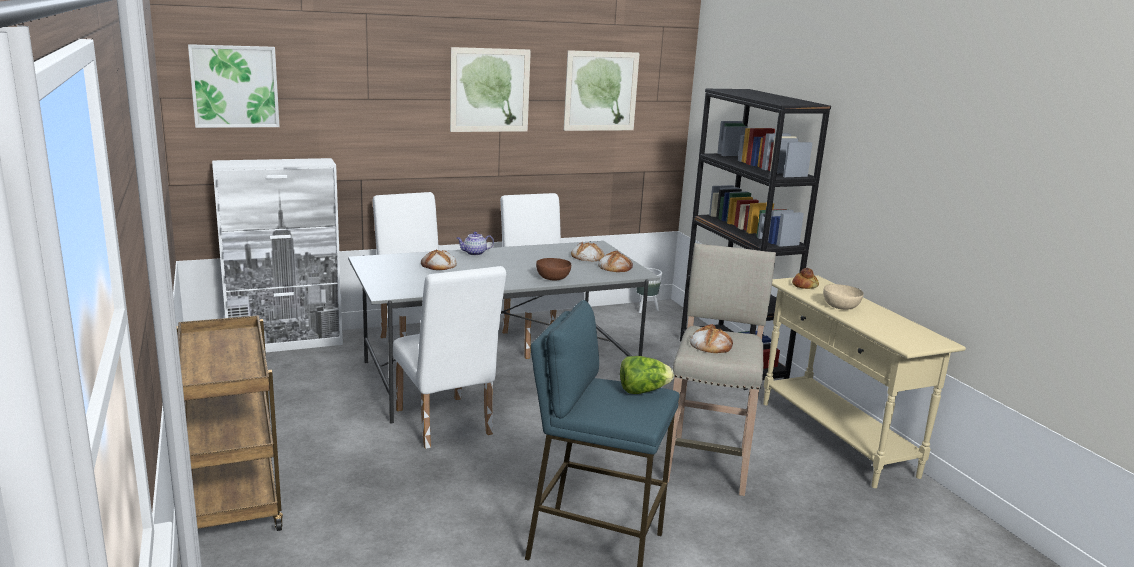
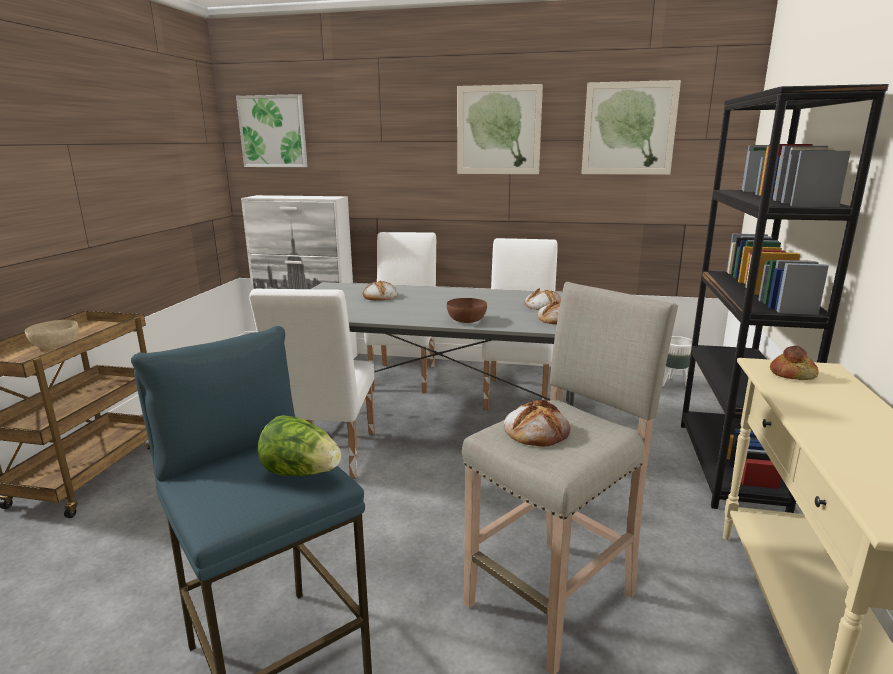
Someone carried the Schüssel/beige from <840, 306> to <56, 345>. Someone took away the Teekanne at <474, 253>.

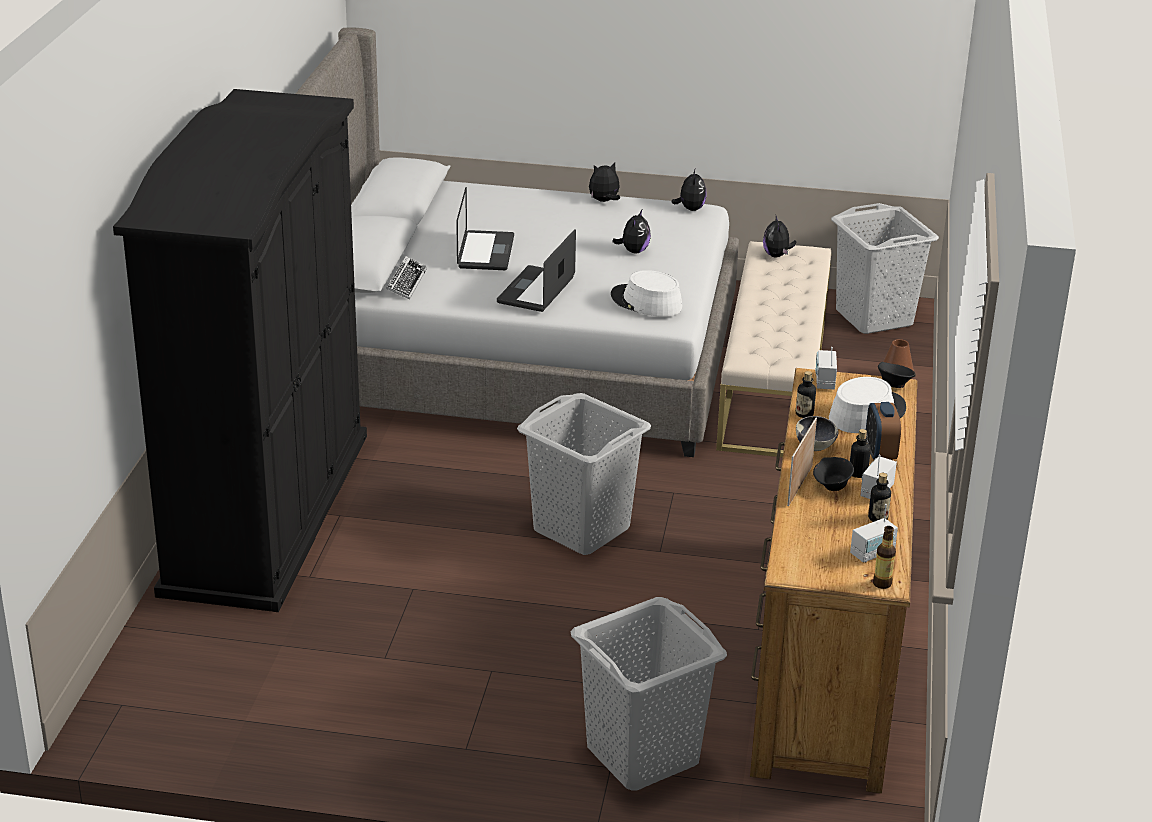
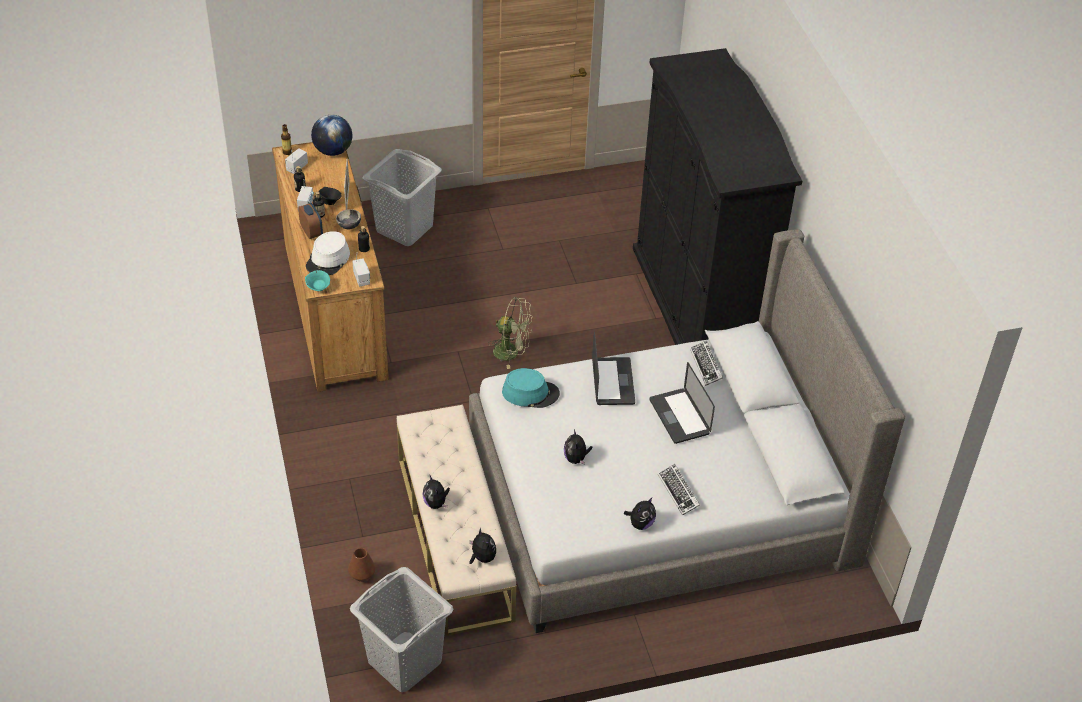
Someone repainted the Schüssel/schwarz at <894, 385>, which became the Schüssel/türkis at <319, 288>. Someone put down the Globus at <333, 151>. Someone carried the Plüschtier from <690, 209> to <436, 503>. Someone swapped the Wäschekorb/grau at <581, 529> for the Ventilator/grün at <512, 352>. Someone repainted the Hut/weiß at <646, 302>, which became the Hut/türkis at <530, 393>. Someone put down the Tastatur at <678, 492>.

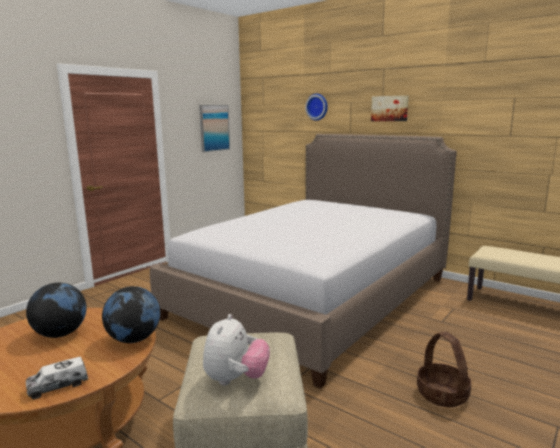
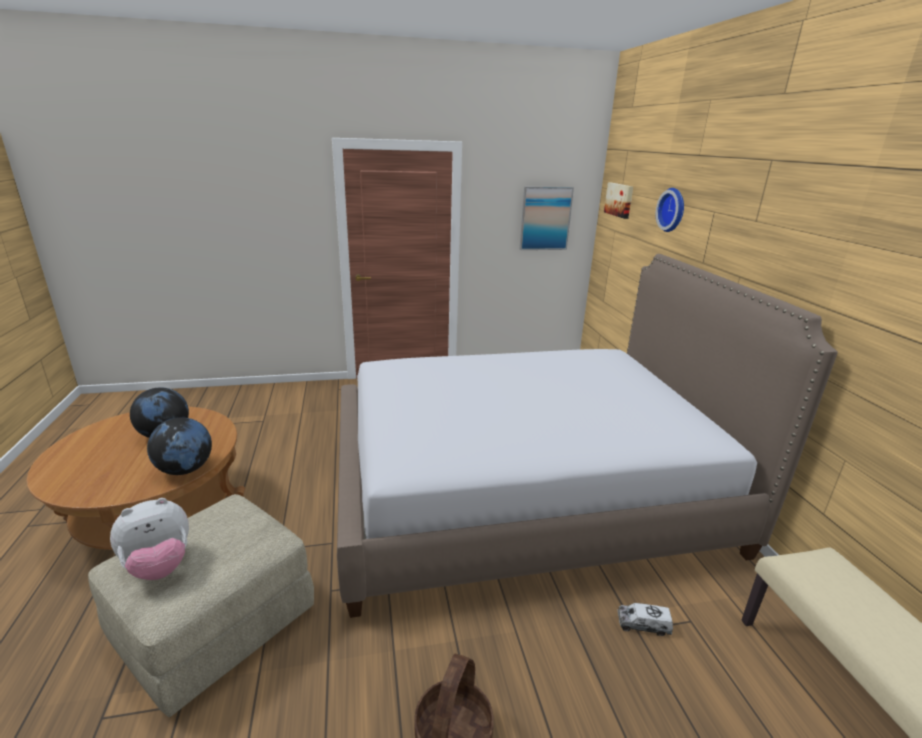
Someone carried the Bild from <389, 108> to <619, 200>. Someone carried the Spielzeuglaster from <58, 386> to <643, 625>.

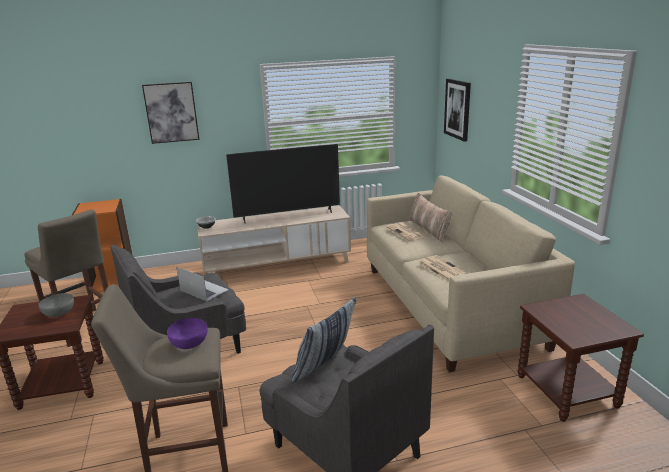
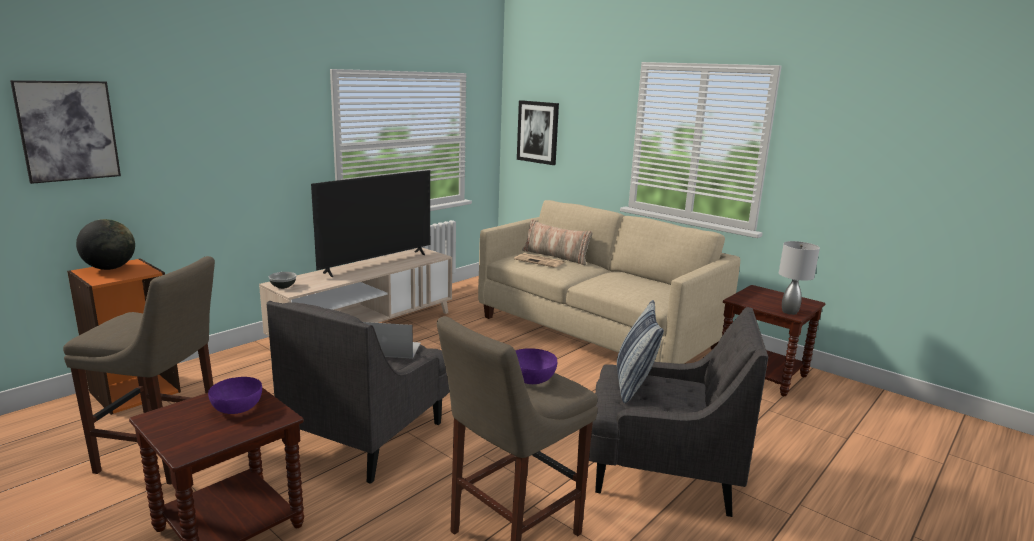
Someone carried the Bild from <171, 112> to <68, 131>. Someone put down the Globus at <110, 268>. Someone repainted the Schüssel/grau at <59, 313>, which became the Schüssel/lila at <237, 408>. Someone put down the Tischlampe/grau at <789, 312>. Someone took away the Zeitung at <441, 268>.

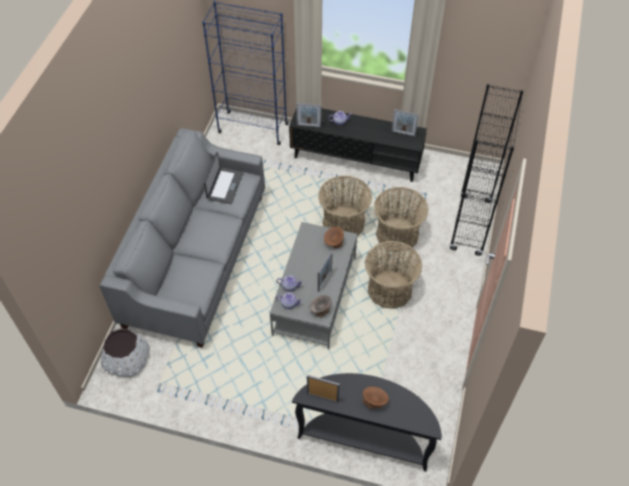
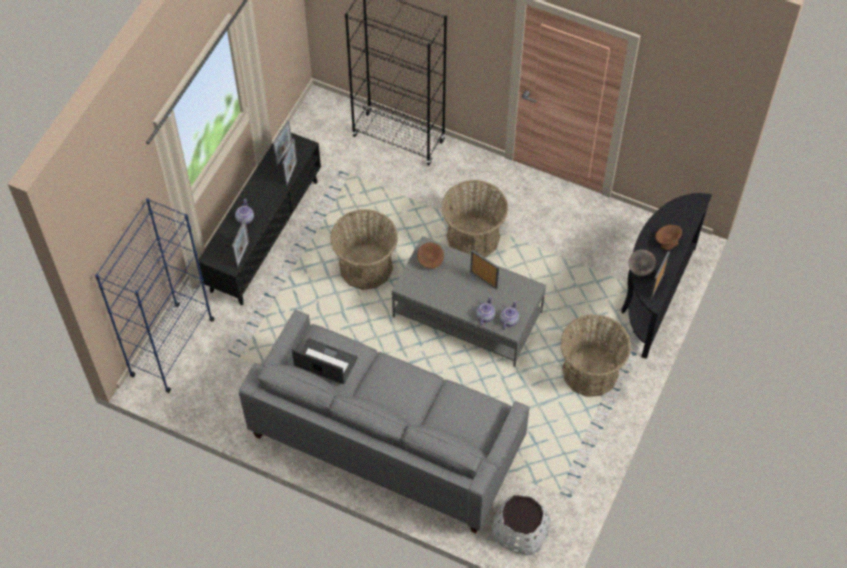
Someone put down the Bilderrahmen at <291, 173>. Someone carried the Korb from <397, 234> to <590, 372>. Someone carried the Schüssel/grau from <320, 310> to <641, 269>.

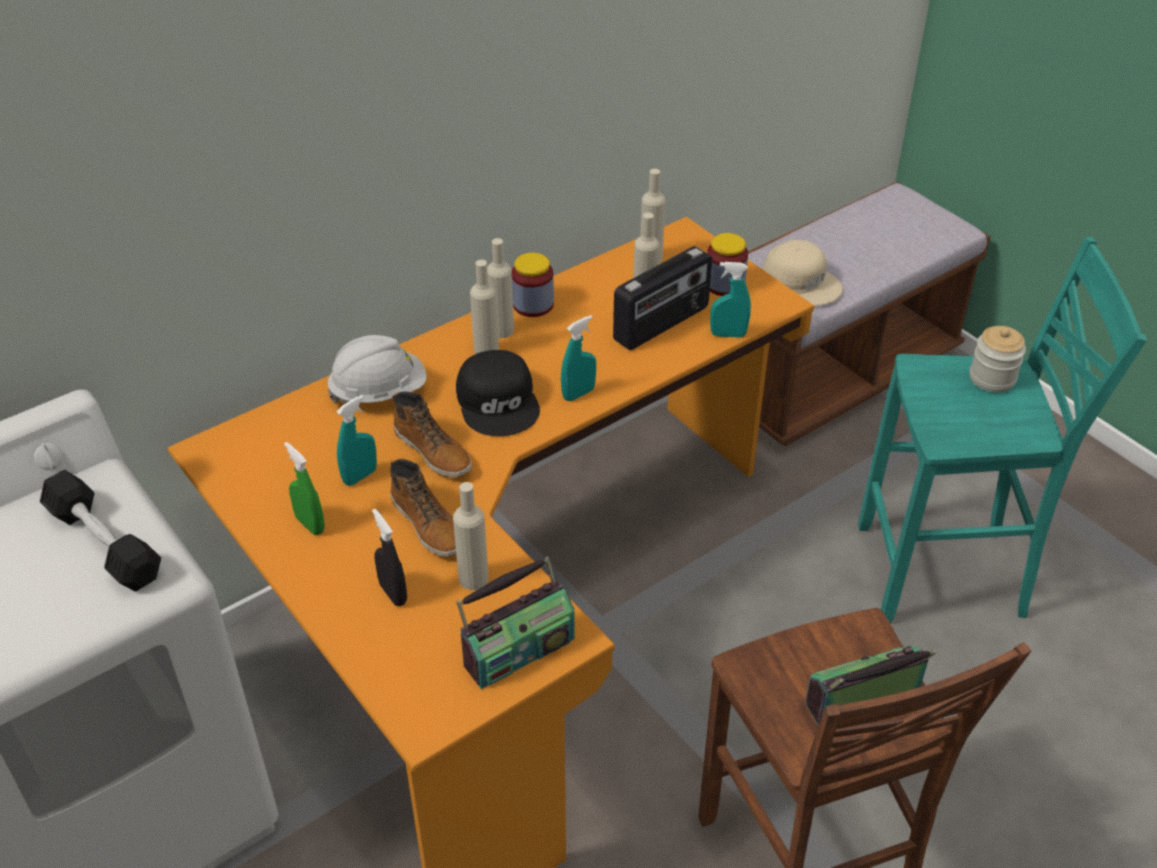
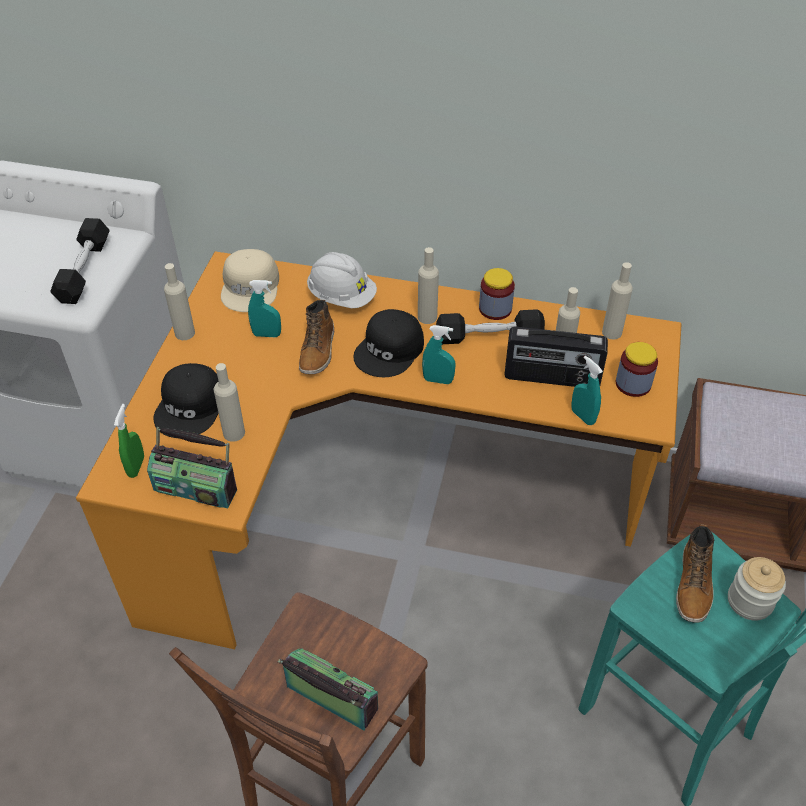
Someone carried the Sprühflasche/grün from <310, 524> to <136, 466>. Someone swapped the Sprühflasche/schwarz at <393, 593> for the Kappe/schwarz at <191, 407>. Someone carried the Flasche/beige from <501, 330> to <185, 333>. Someone carried the Kappe/beige from <801, 282> to <251, 287>. Someone put down the Hantel/schwarz at <489, 336>. Someone carried the Stiefel from <429, 524> to <694, 585>.

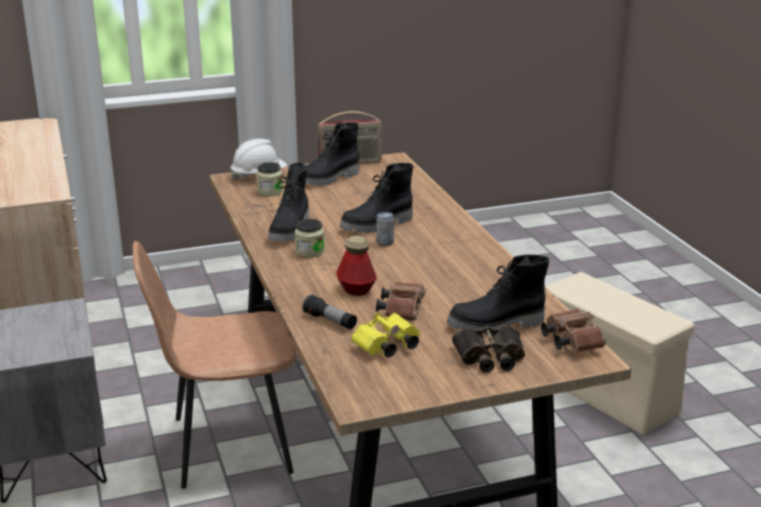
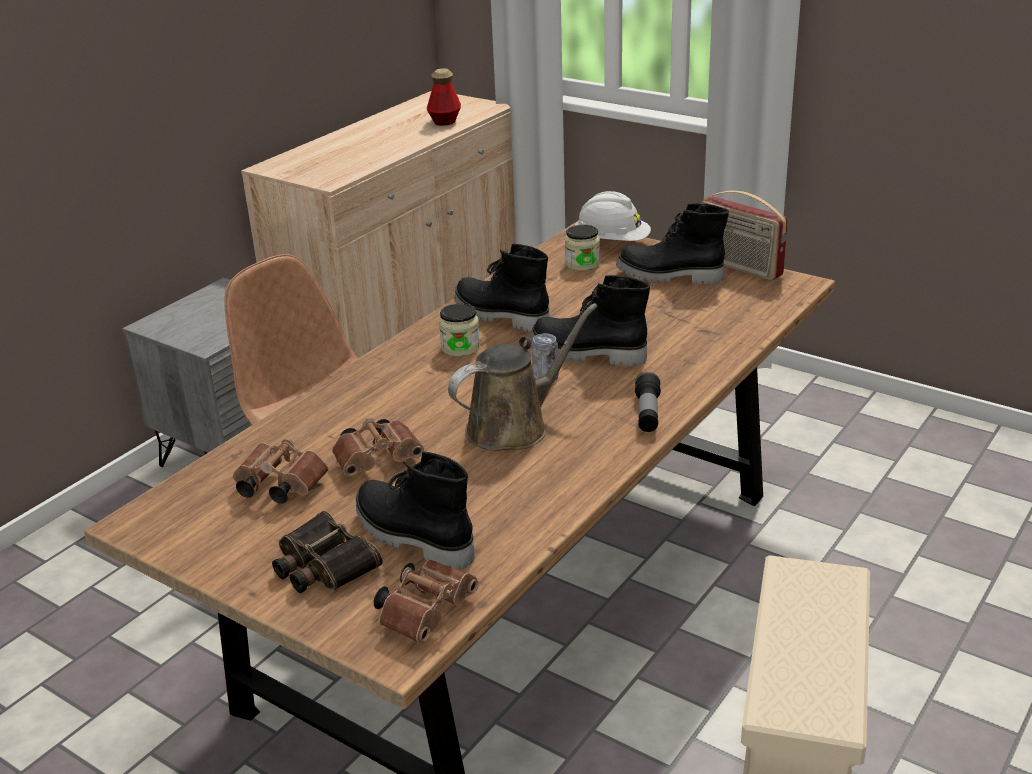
Someone repainted the Fernglas/gelb at <386, 347>, which became the Fernglas/braun at <277, 487>. Someone carried the Flasche from <356, 290> to <444, 121>. Someone put down the Gießkanne/braun at <514, 426>. Someone rotated the Stiefel/schwarz at <291, 230> by 60 degrees clockwise. Someone carried the Taschenlampe from <330, 321> to <647, 413>.

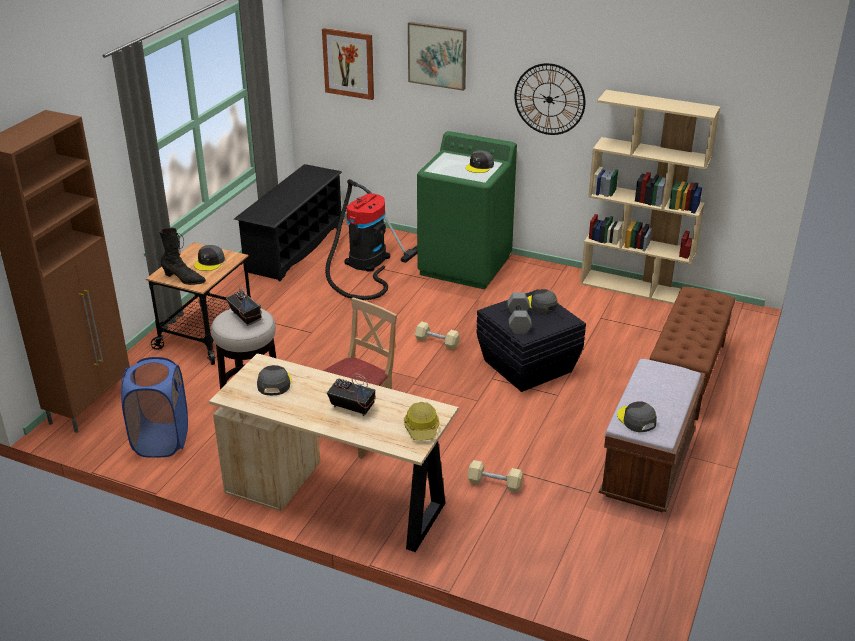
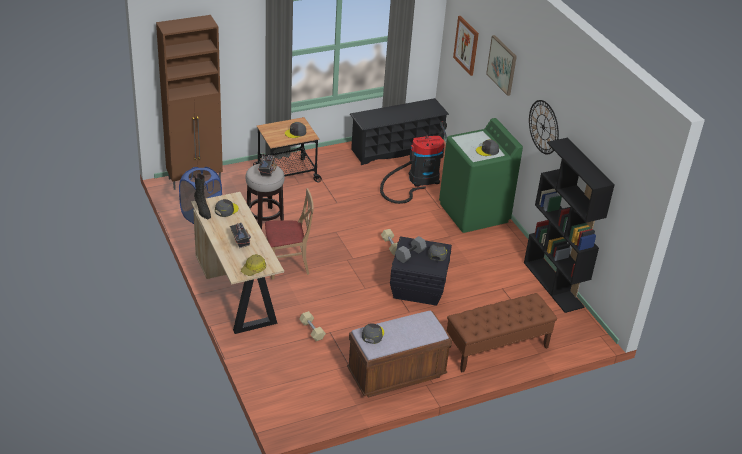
Someone carried the Stiefel/schwarz from <184, 279> to <202, 210>. Someone repainted the Bücherregal/beige at <635, 288>, which became the Bücherregal/schwarz at <554, 285>.

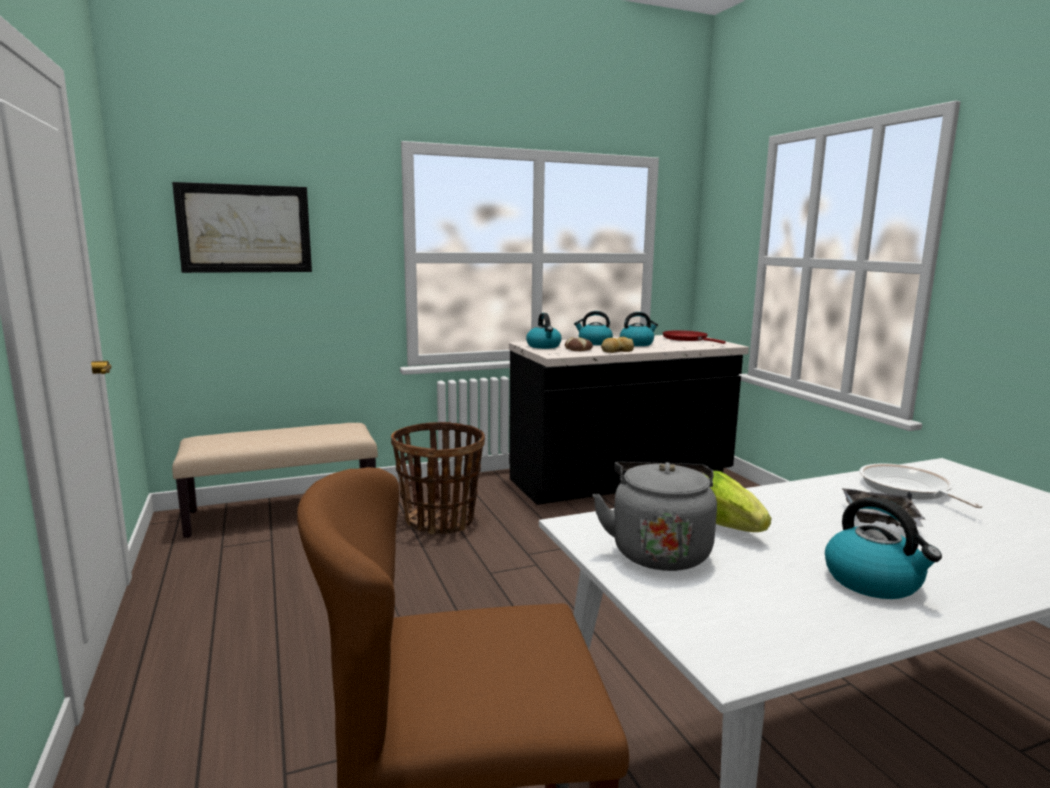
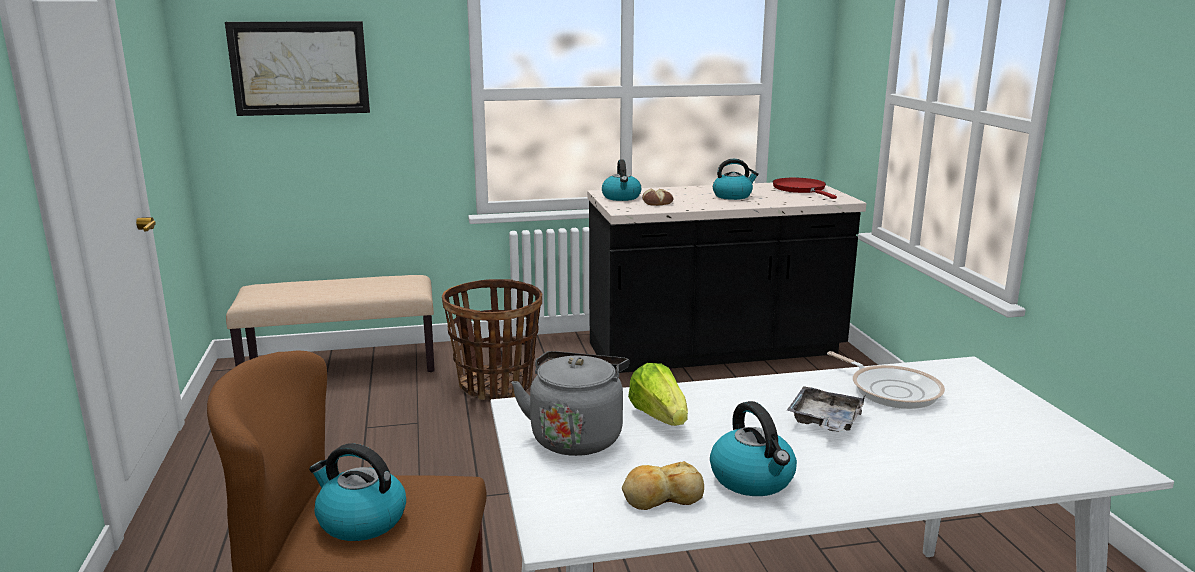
Someone carried the Wasserkessel from <594, 343> to <360, 521>. Someone carried the Brot from <616, 351> to <661, 497>. Someone rotated the Pfanne at <907, 489> by 150 degrees clockwise.

